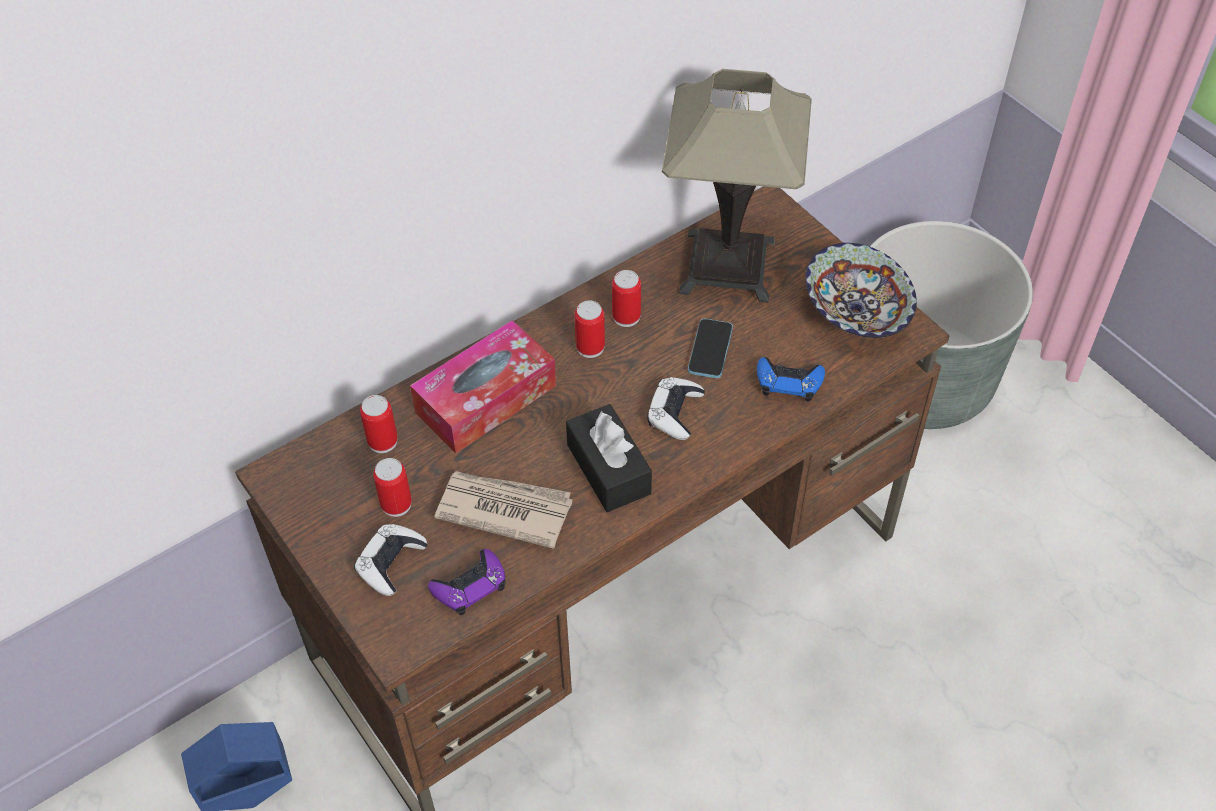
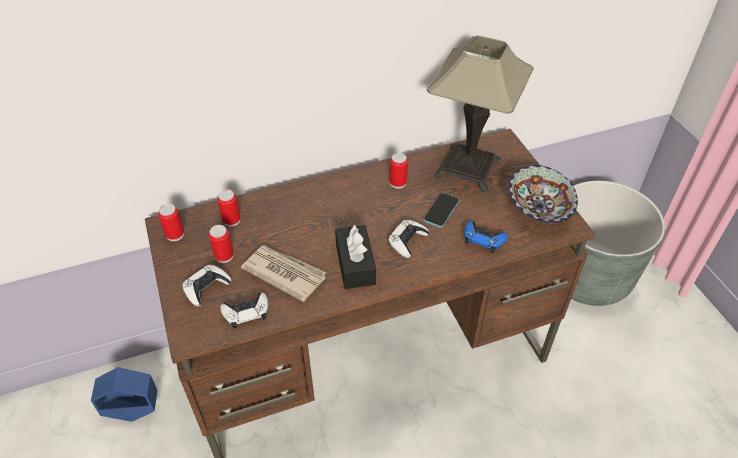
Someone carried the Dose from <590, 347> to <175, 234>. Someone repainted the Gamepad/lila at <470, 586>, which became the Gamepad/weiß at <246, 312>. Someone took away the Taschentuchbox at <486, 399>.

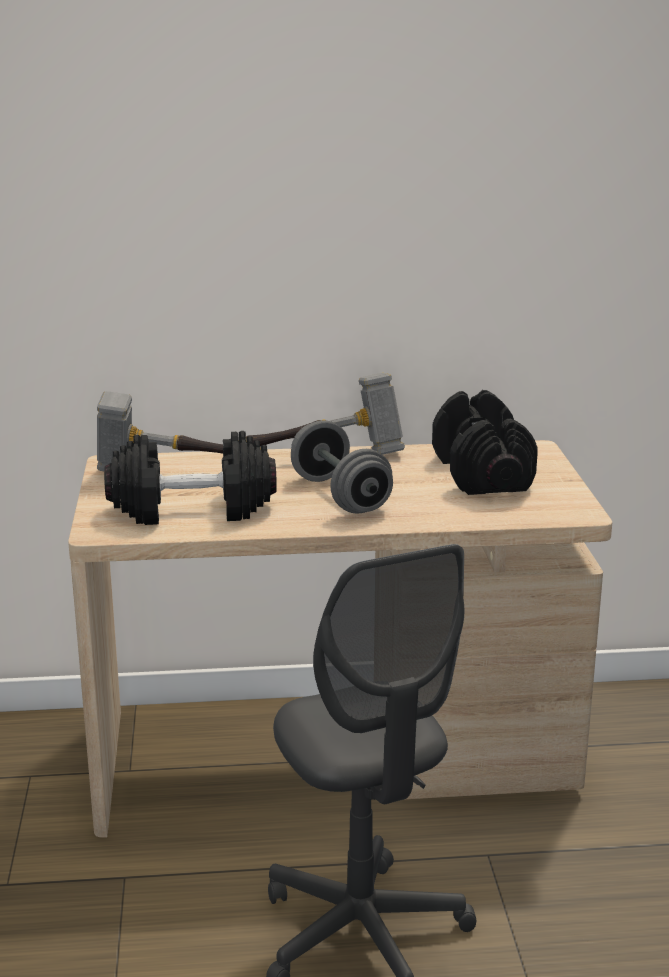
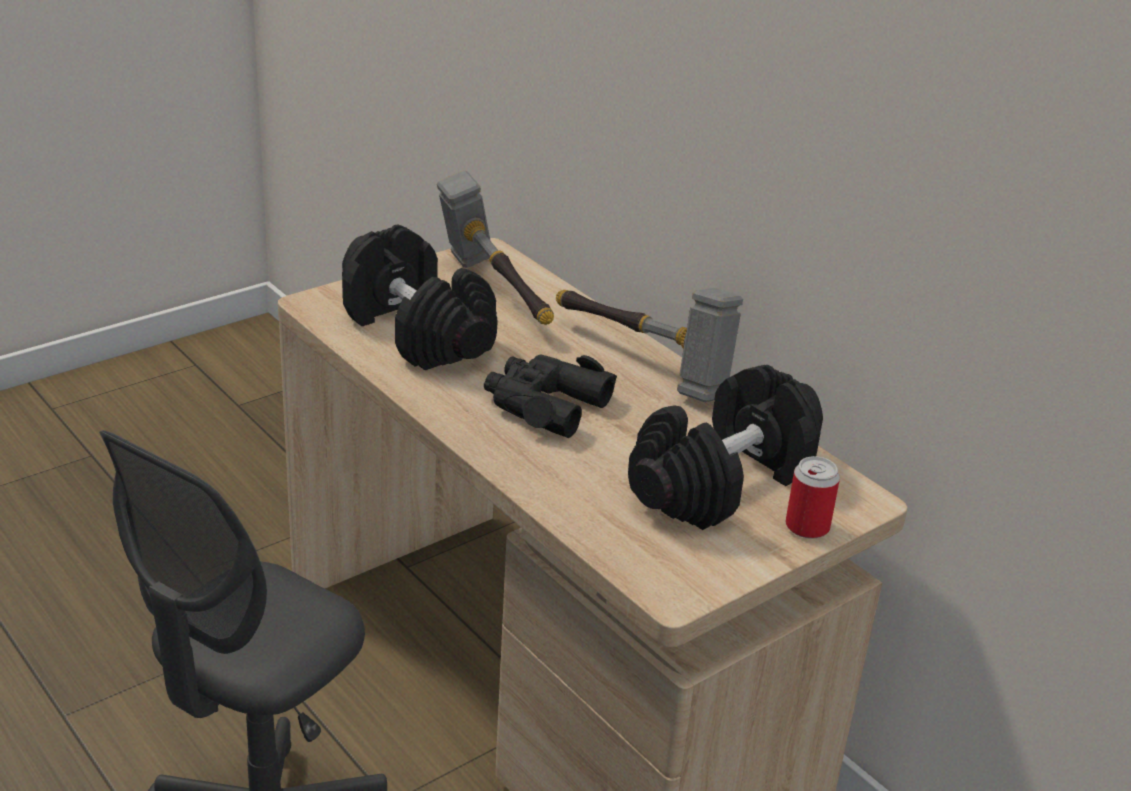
Someone swapped the Hantel/grau at <340, 495> for the Fernglas/schwarz at <544, 404>. Someone put down the Dose at <807, 526>.

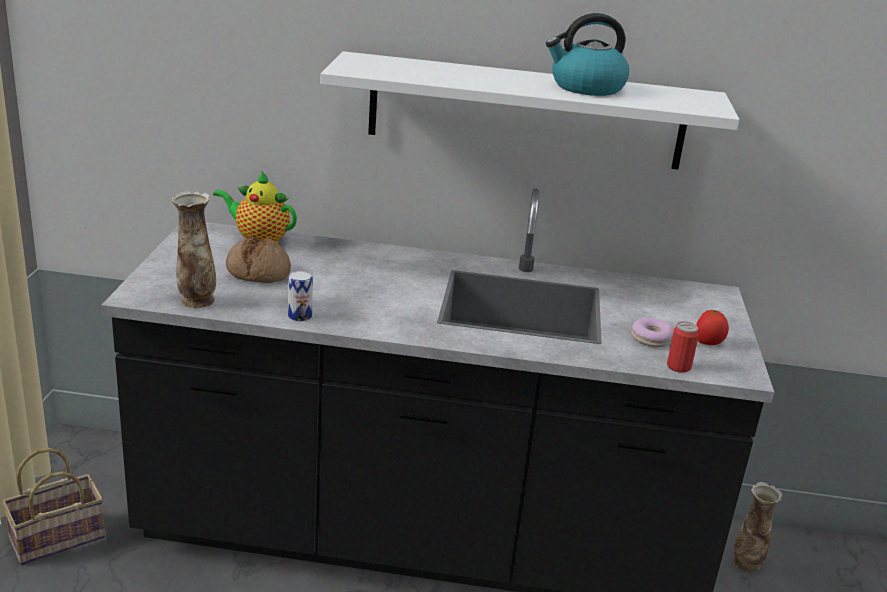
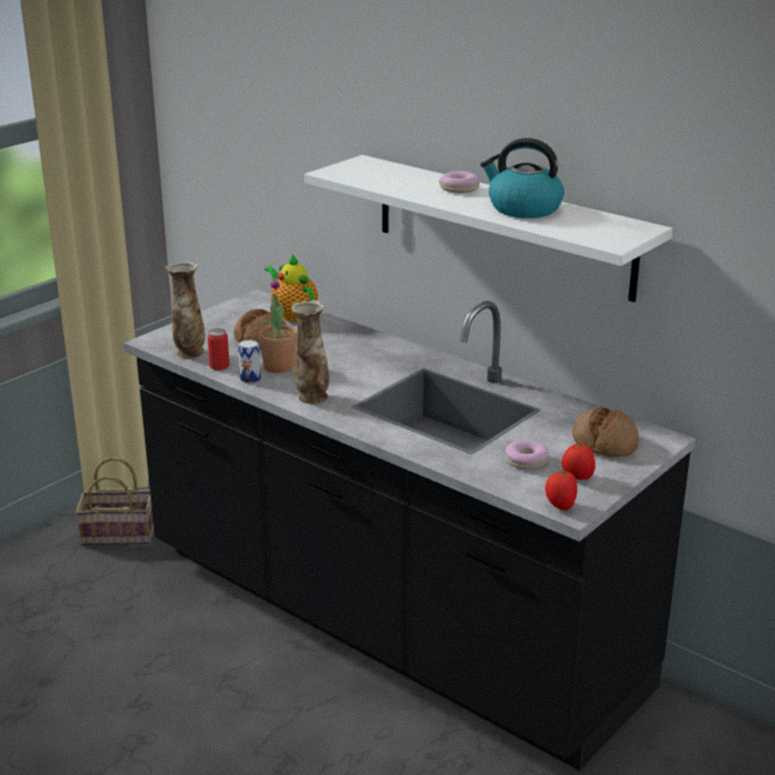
Someone carried the Dose from <678, 367> to <219, 366>. Someone put down the Topfpflanze at <279, 367>. Someone carried the Vase from <746, 564> to <312, 397>. Someone put down the Donut at <459, 189>. Someone put down the Tomate at <560, 506>. Someone put down the Brot at <605, 442>.

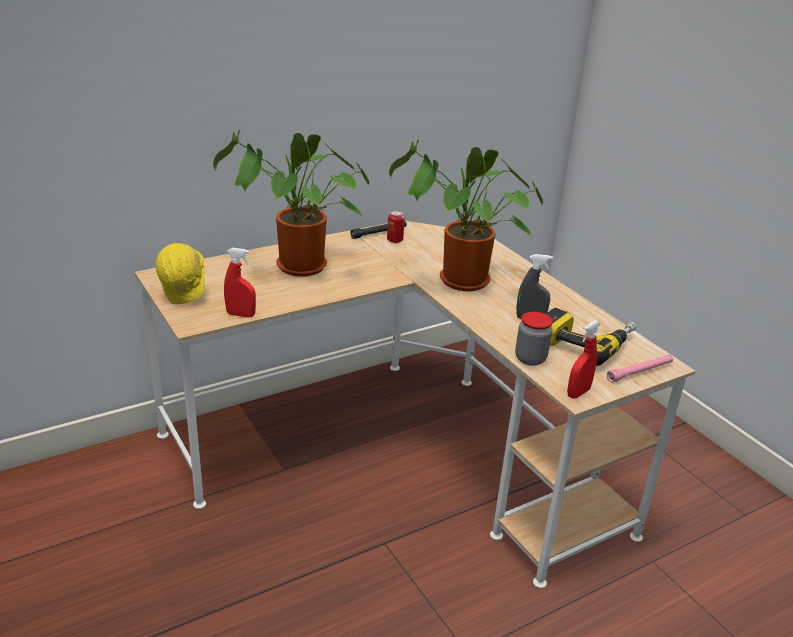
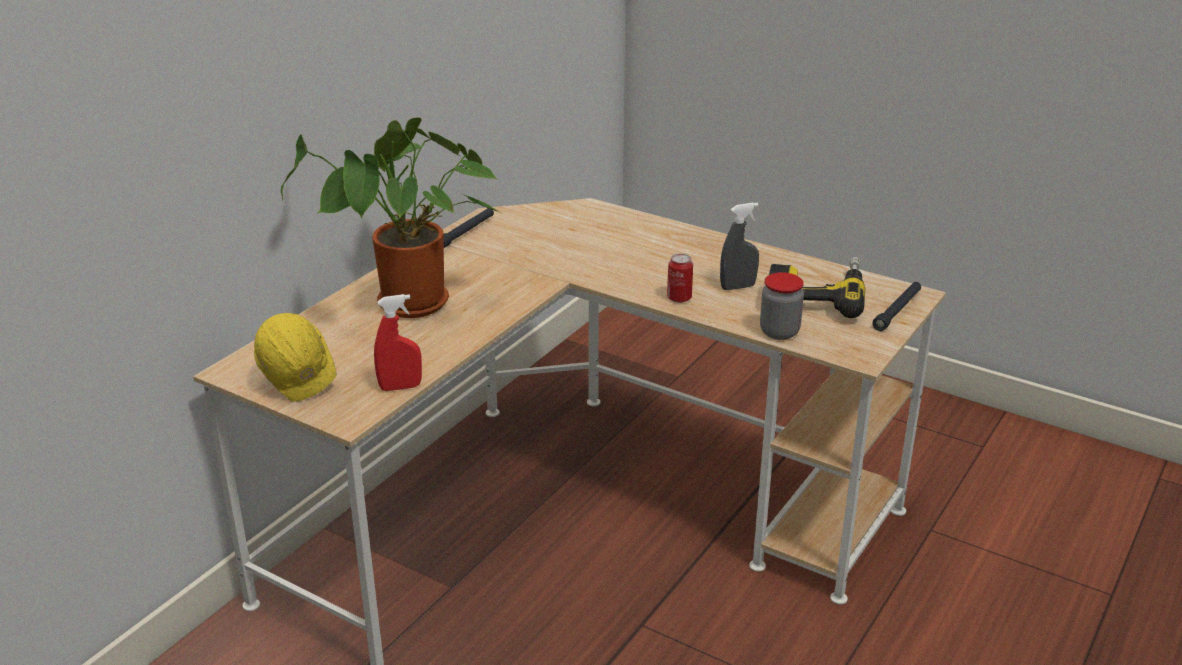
Someone carried the Dose from <395, 240> to <679, 298>. Someone repainted the Taschenlampe/rosa at <640, 372>, which became the Taschenlampe/schwarz at <897, 311>. Someone took away the Topfpflanze at <459, 282>. Someone took away the Sprühflasche/rot at <578, 393>.

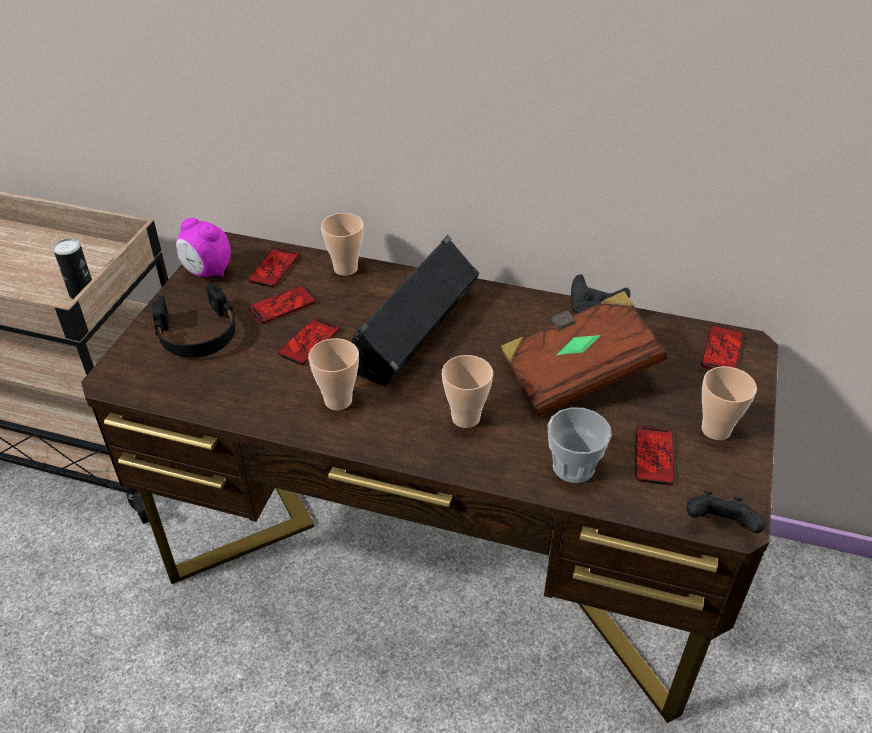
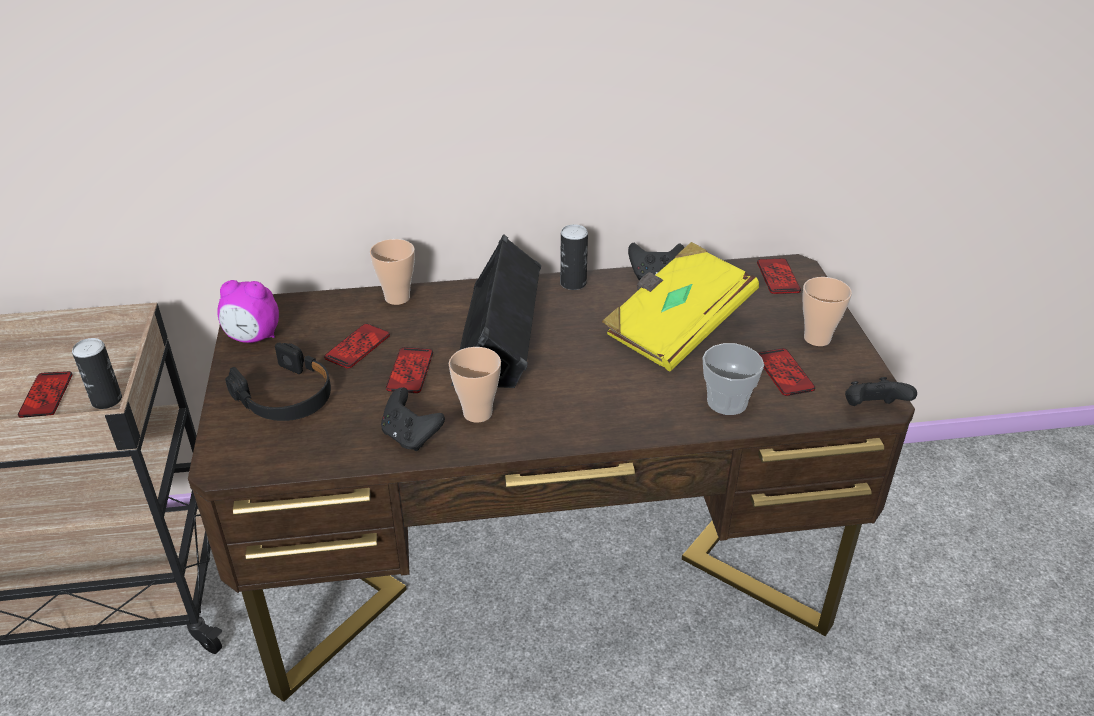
Someone carried the Handy from <274, 268> to <46, 395>. Someone put down the Gamepad/schwarz at <411, 437>. Someone put down the Dose at <573, 283>. Someone repainted the Buch/braun at <577, 374>, which became the Buch/gelb at <676, 328>. Someone took away the Tasse at <466, 418>.

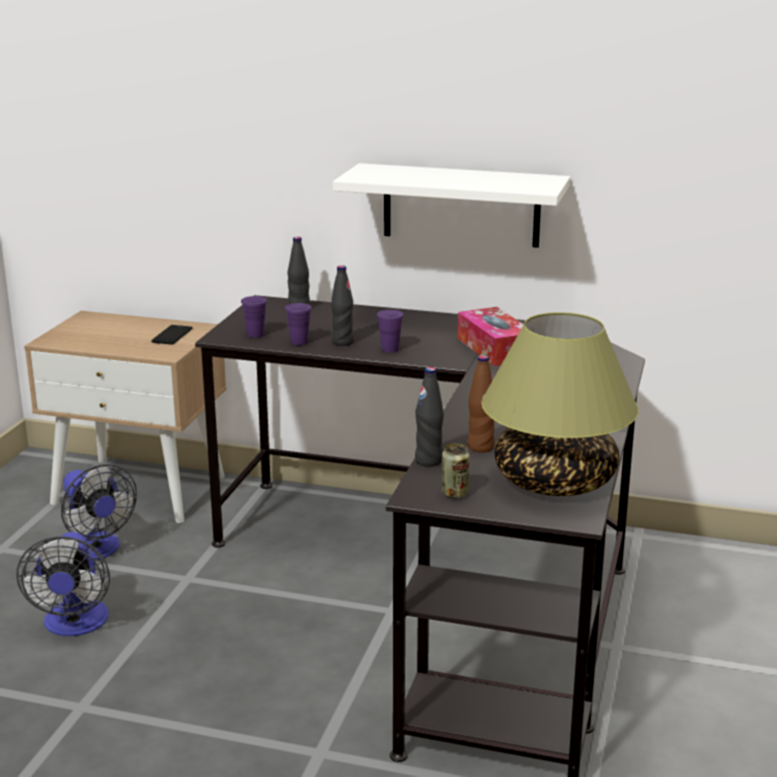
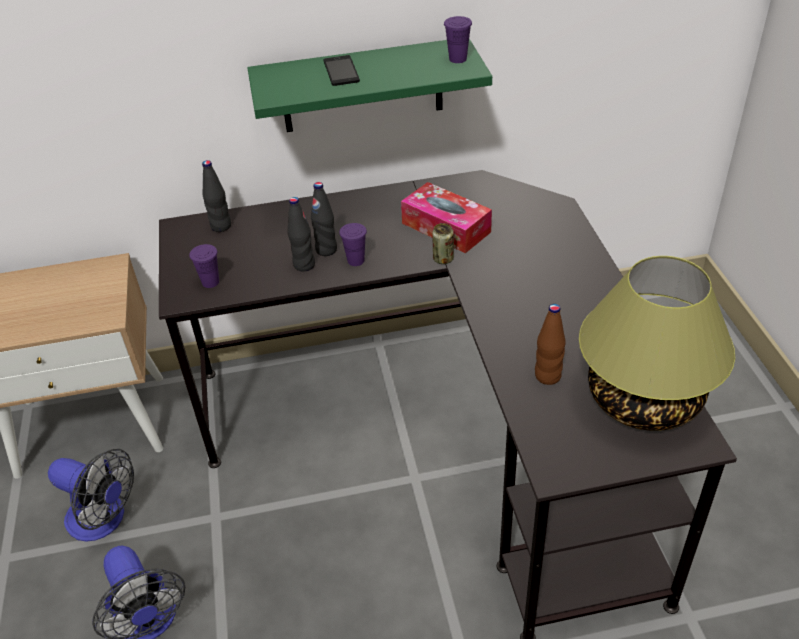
Someone repainted the Wandregal/weiß at <461, 205>, which became the Wandregal/grün at <362, 86>. Someone carried the Flasche/schwarz from <428, 461> to <326, 250>. Someone carried the Handy from <172, 335> to <341, 71>. Someone carried the Dose from <455, 494> to <443, 259>. Someone carried the Tasse/lila from <299, 342> to <457, 59>.

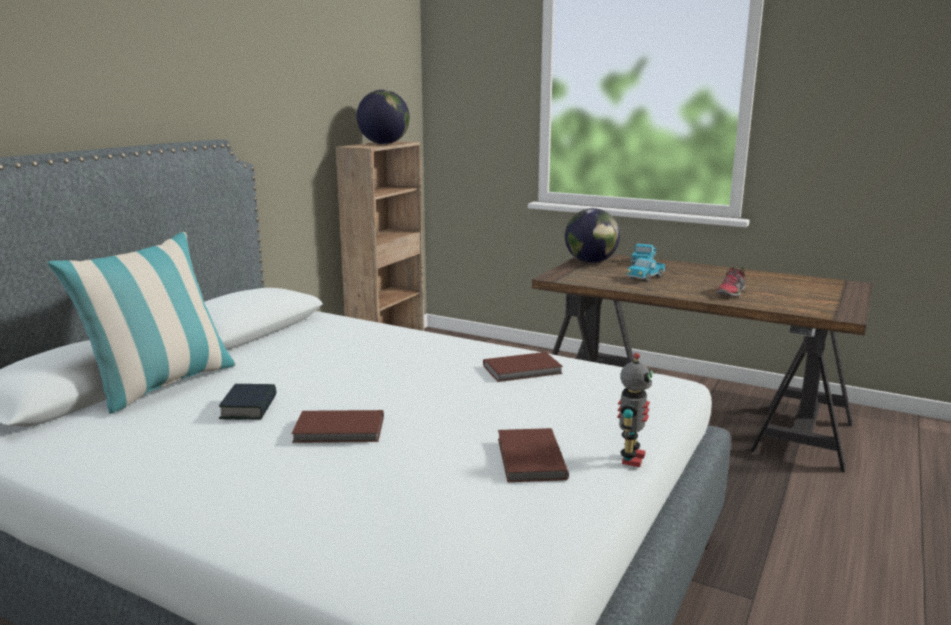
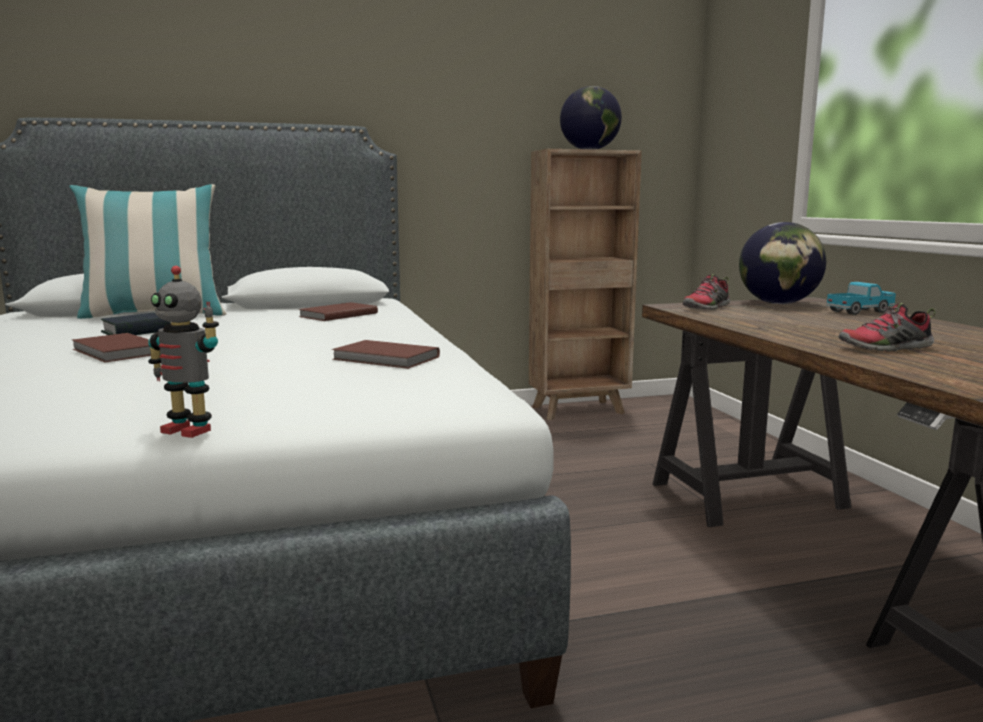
Someone rotated the Spielzeugroboter at <630, 458> by 45 degrees clockwise. Someone carried the Buch/braun from <529, 459> to <336, 315>. Someone put down the Schuh at <707, 308>. Someone took away the Spielzeuglaster at <645, 278>.

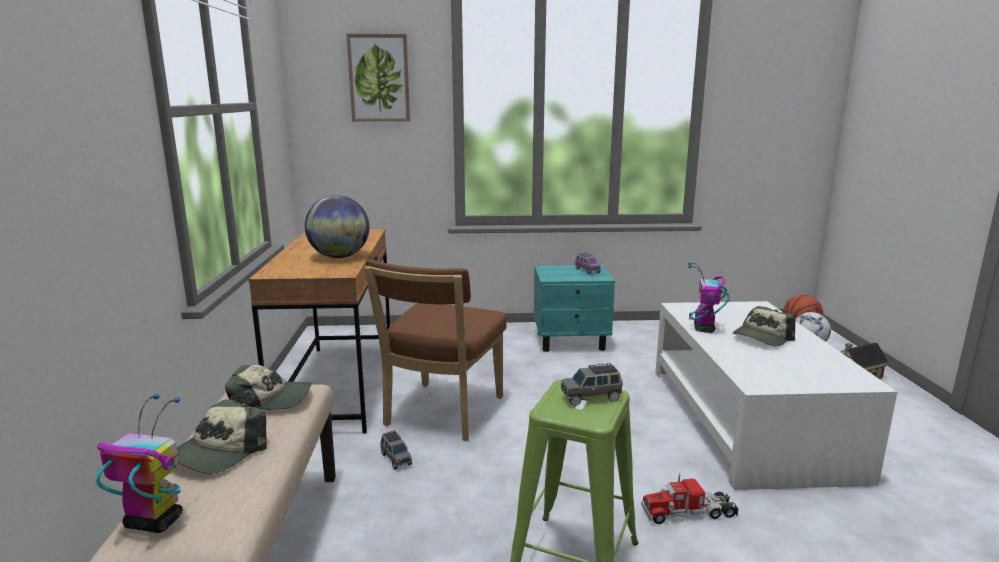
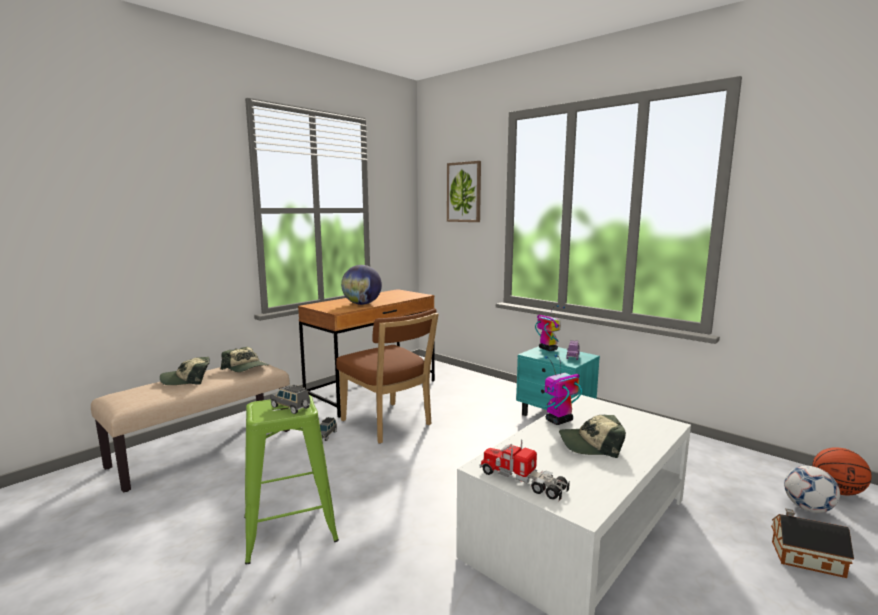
Someone rotated the Stuhl/braun at <441, 414> by 105 degrees counterclockwise. Someone carried the Spielzeuglaster from <689, 512> to <523, 481>. Someone carried the Spielzeugroboter from <153, 522> to <547, 349>.

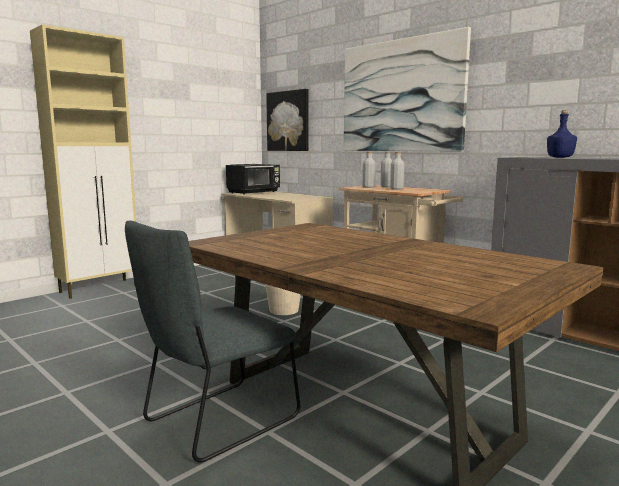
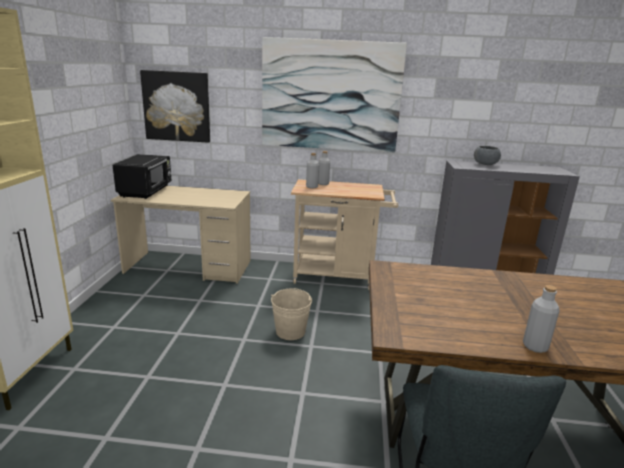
Someone swapped the Flasche/blau at <559, 157> for the Schüssel/grau at <485, 164>. Someone carried the Flasche/grau from <396, 189> to <535, 346>.

